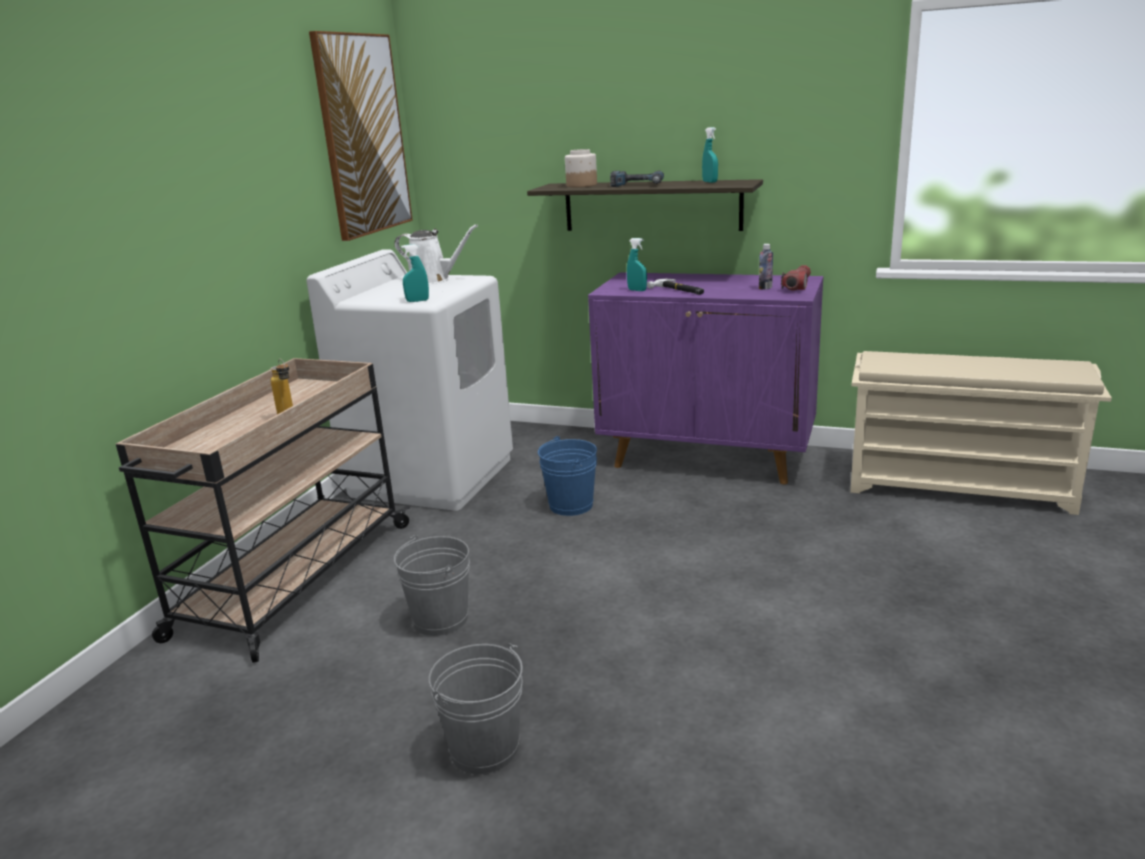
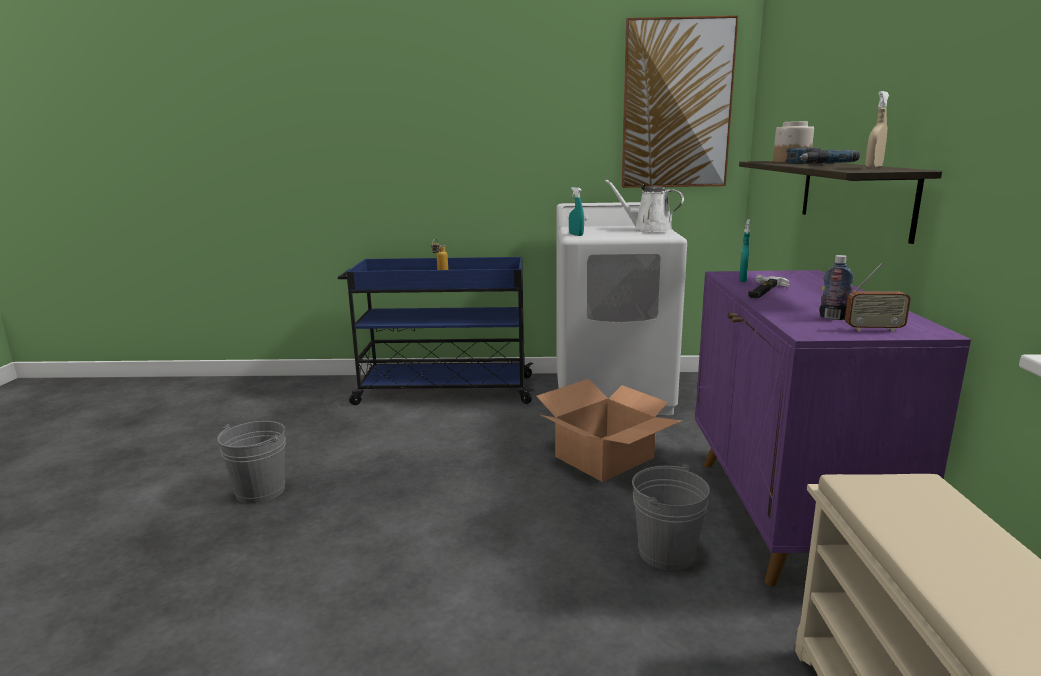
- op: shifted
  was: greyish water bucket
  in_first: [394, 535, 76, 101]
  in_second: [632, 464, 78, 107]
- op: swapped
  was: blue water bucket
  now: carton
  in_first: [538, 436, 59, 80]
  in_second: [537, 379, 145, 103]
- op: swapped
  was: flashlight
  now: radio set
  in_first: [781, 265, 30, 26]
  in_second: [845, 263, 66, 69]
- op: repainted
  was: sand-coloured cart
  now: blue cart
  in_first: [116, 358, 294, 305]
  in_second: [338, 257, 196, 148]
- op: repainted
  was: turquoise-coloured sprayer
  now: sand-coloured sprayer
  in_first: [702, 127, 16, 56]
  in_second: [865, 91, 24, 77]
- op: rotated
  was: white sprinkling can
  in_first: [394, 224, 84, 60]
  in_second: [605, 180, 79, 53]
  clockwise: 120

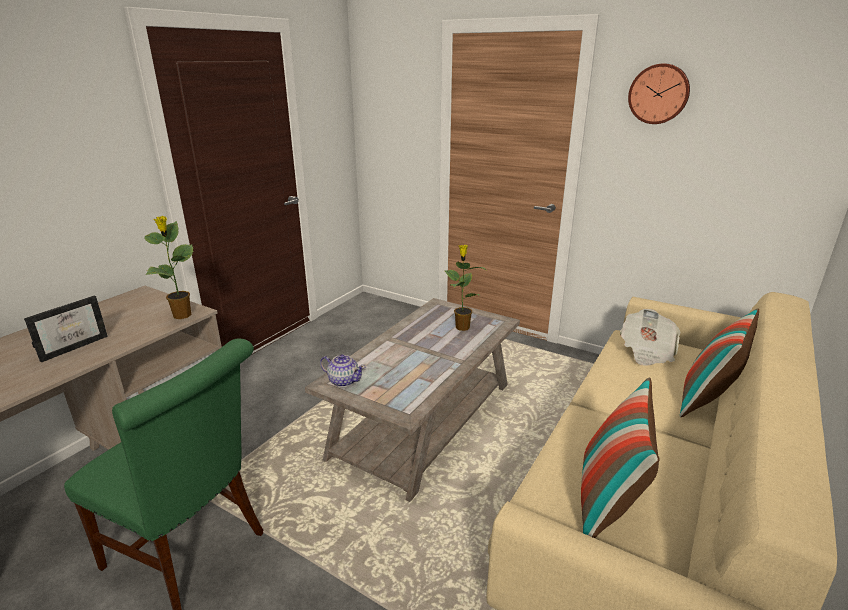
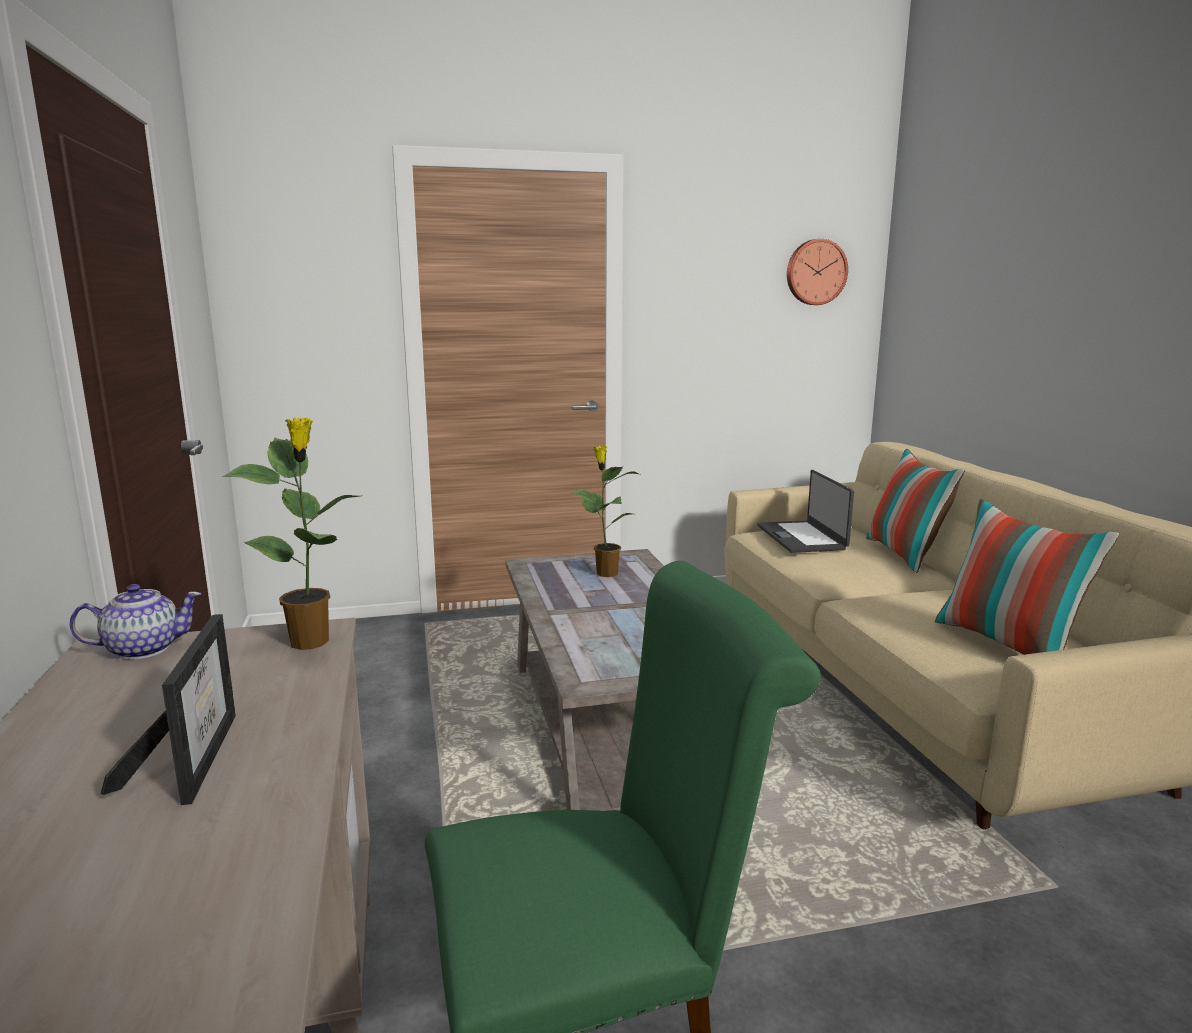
- op: shifted
  was: pot for tea
  in_first: [320, 354, 45, 33]
  in_second: [69, 584, 132, 76]
- op: shifted
  was: wall clock
  in_first: [628, 63, 62, 61]
  in_second: [787, 239, 61, 66]
- op: swapped
  was: daily paper
  now: laptop
  in_first: [620, 309, 60, 57]
  in_second: [758, 470, 96, 83]

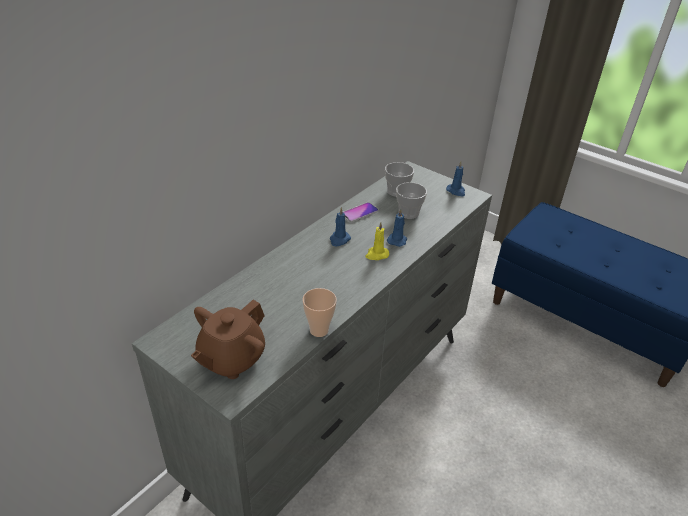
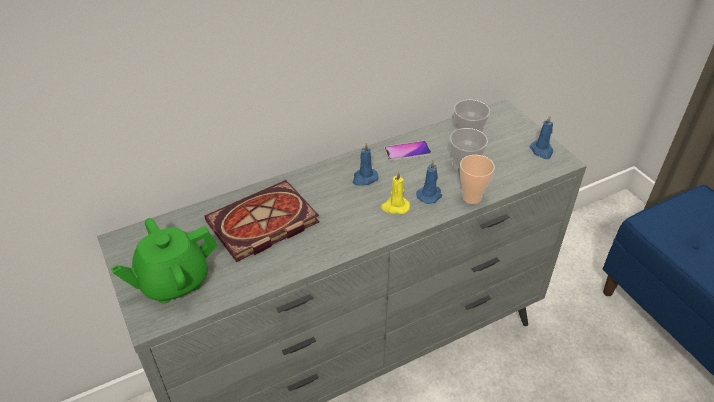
- op: new
  now: bound book
  in_second: [204, 180, 115, 82]
- op: shifted
  was: small cup
  in_first: [302, 288, 35, 49]
  in_second: [460, 155, 35, 49]
- op: repainted
  was: brown-coloured pot for tea
  now: green pot for tea
  in_first: [191, 300, 74, 79]
  in_second: [111, 218, 107, 86]

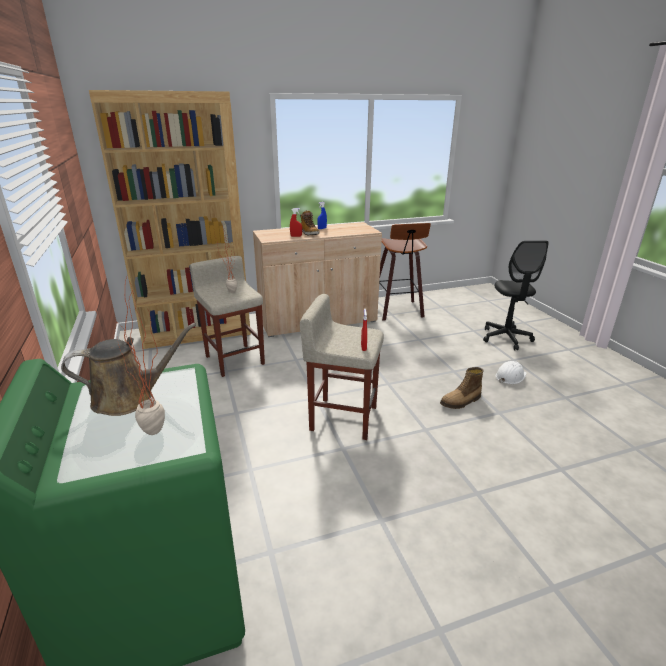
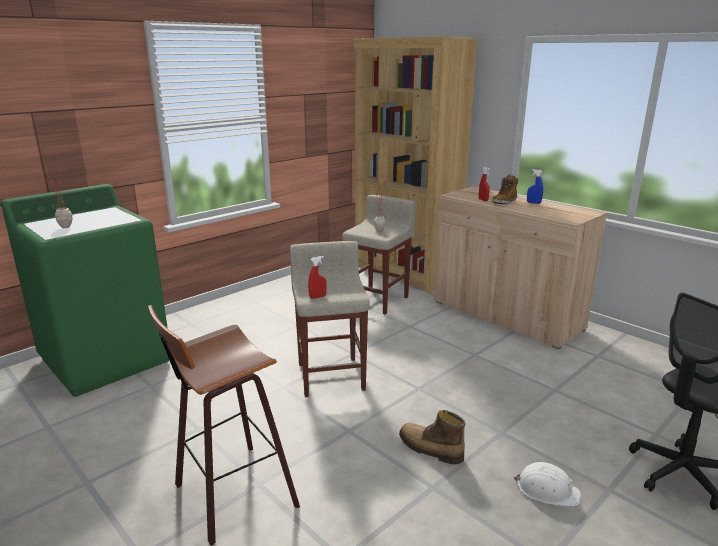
- op: gone
  was: brown-coloured sprinkling can
  in_first: [61, 323, 135, 93]
- op: shifted
  was: sitting stool
  in_first: [379, 223, 52, 98]
  in_second: [148, 305, 152, 241]

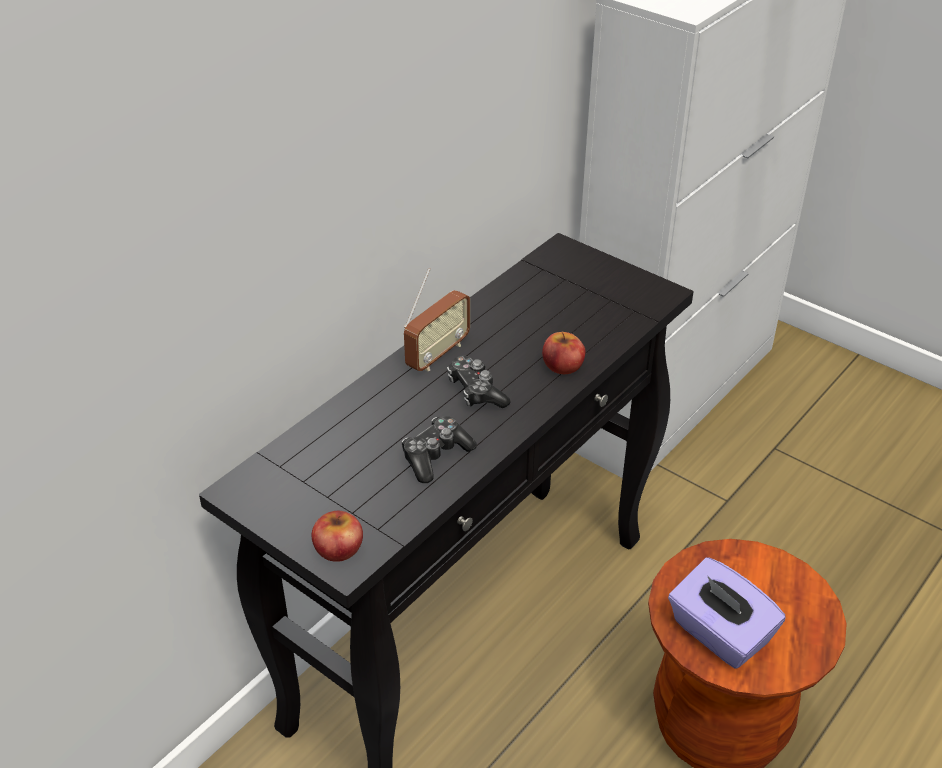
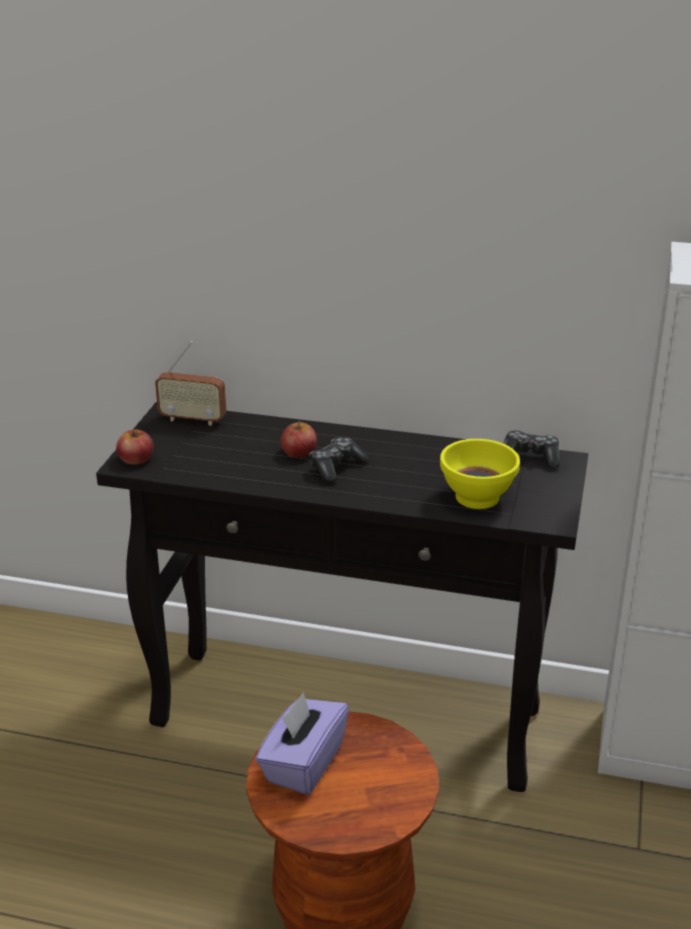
- op: new
  now: yellow serving bowl
  in_second: [440, 439, 80, 70]
- op: shifted
  was: game controller
  in_first: [401, 416, 76, 67]
  in_second: [503, 430, 57, 39]
- op: shifted
  was: radio set
  in_first: [404, 268, 66, 103]
  in_second: [155, 341, 71, 85]
- op: shifted
  was: apple
  in_first: [542, 332, 44, 42]
  in_second: [280, 420, 37, 38]

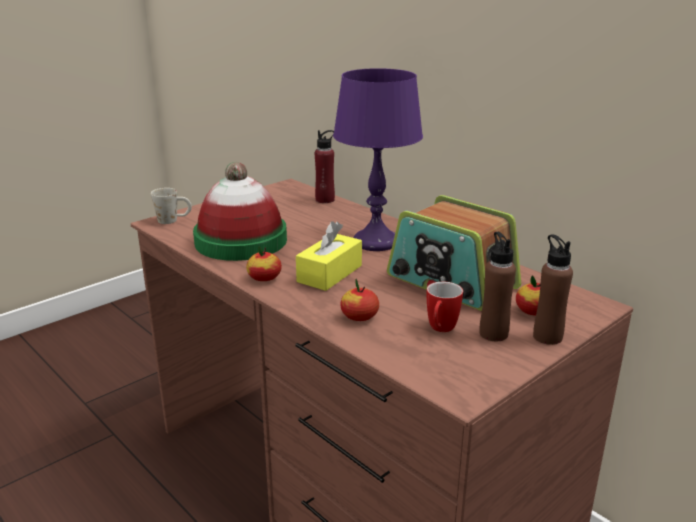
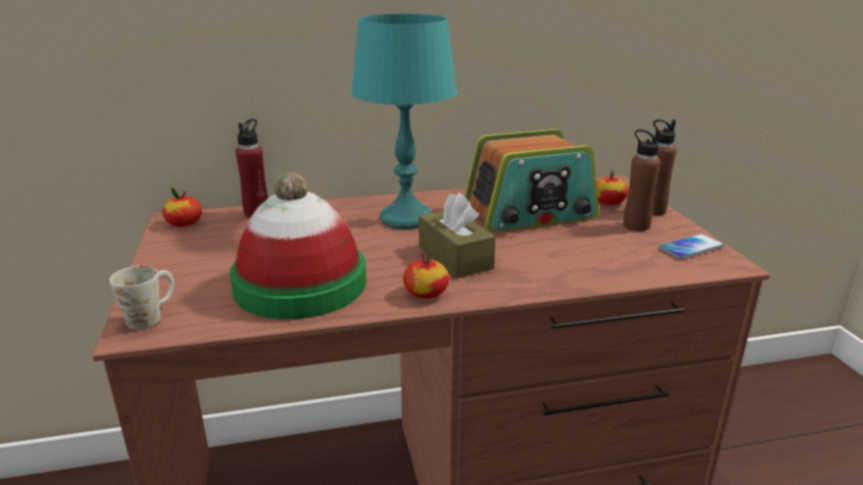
- op: gone
  was: tea mug
  in_first: [427, 282, 36, 50]
- op: new
  now: handset
  in_second: [658, 234, 66, 25]
- op: shifted
  was: apple
  in_first: [340, 279, 39, 42]
  in_second: [163, 188, 39, 39]
- op: repainted
  was: yellow box of tissues
  now: brown-coloured box of tissues
  in_first: [296, 221, 66, 70]
  in_second: [419, 193, 77, 85]
- op: repainted
  was: purplish table lamp
  now: turquoise-coloured table lamp
  in_first: [333, 68, 90, 183]
  in_second: [351, 14, 106, 215]

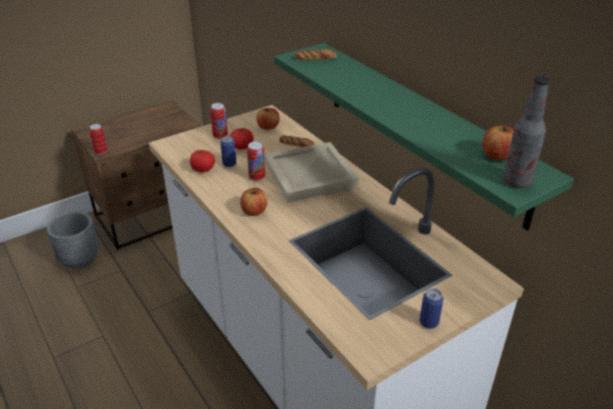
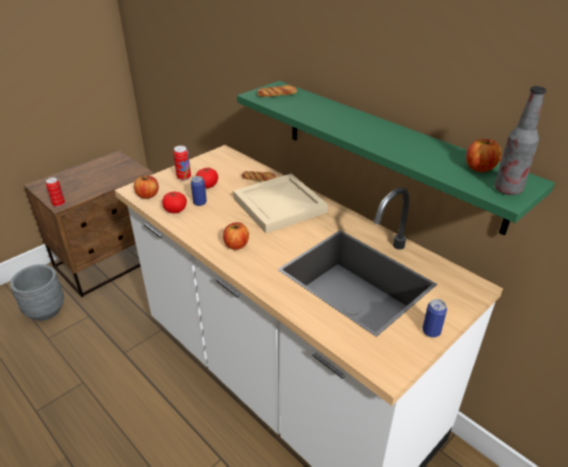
- op: gone
  was: metal can
  in_first: [247, 141, 18, 40]
- op: shifted
  was: apple
  in_first: [256, 108, 24, 22]
  in_second: [134, 176, 25, 23]

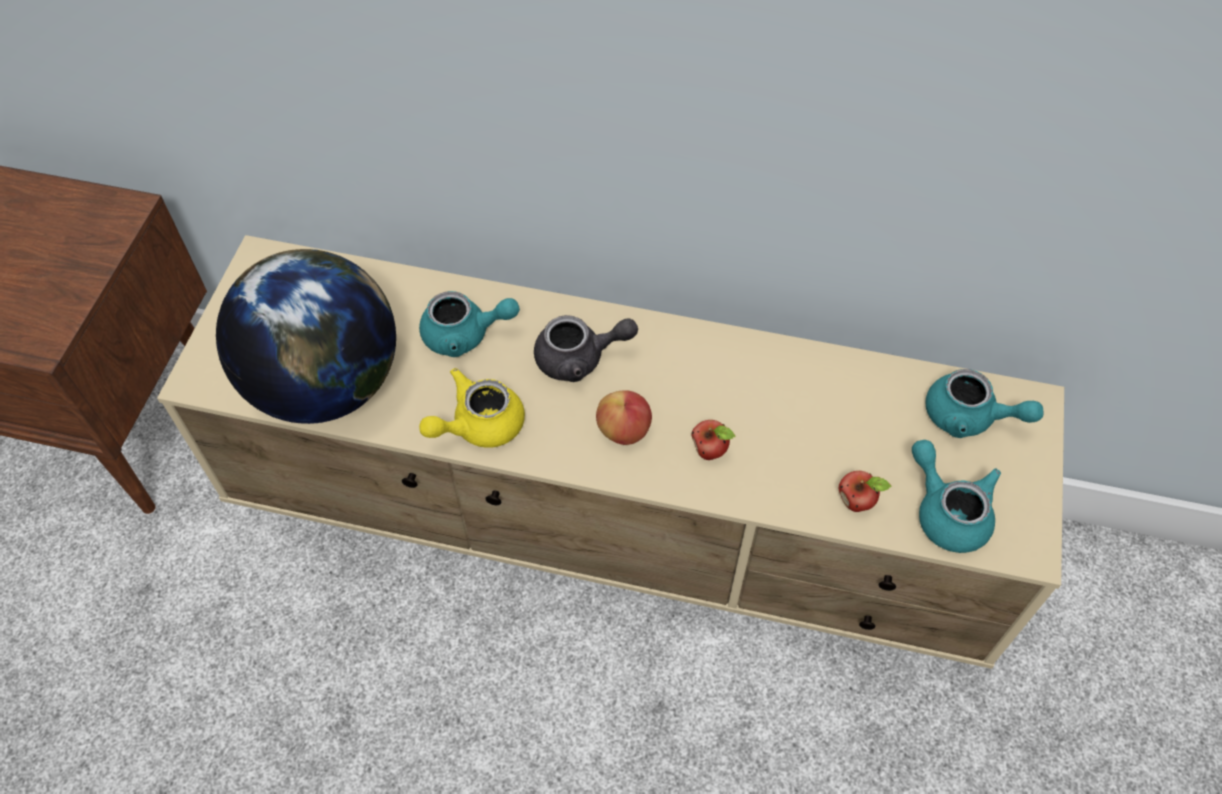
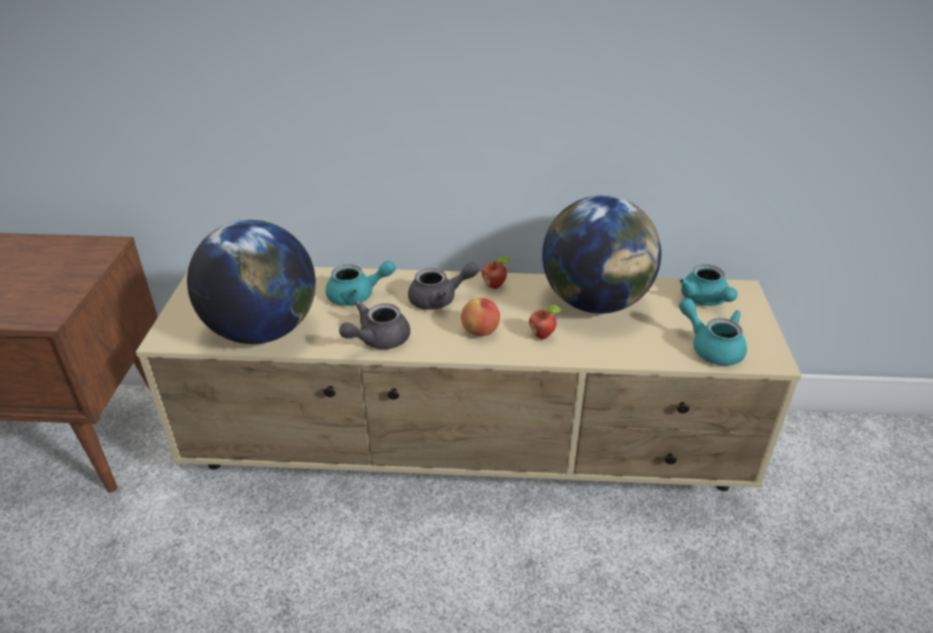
- op: new
  now: globe
  in_second: [542, 195, 119, 118]
- op: shifted
  was: apple
  in_first: [838, 471, 54, 41]
  in_second: [482, 256, 29, 33]
- op: repainted
  was: yellow pot for tea
  now: greyish pot for tea
  in_first: [419, 368, 106, 80]
  in_second: [339, 300, 71, 49]
- op: rotated
  was: turquoise-coloured pot for tea
  in_first: [925, 369, 119, 69]
  in_second: [679, 264, 59, 42]
  clockwise: 60

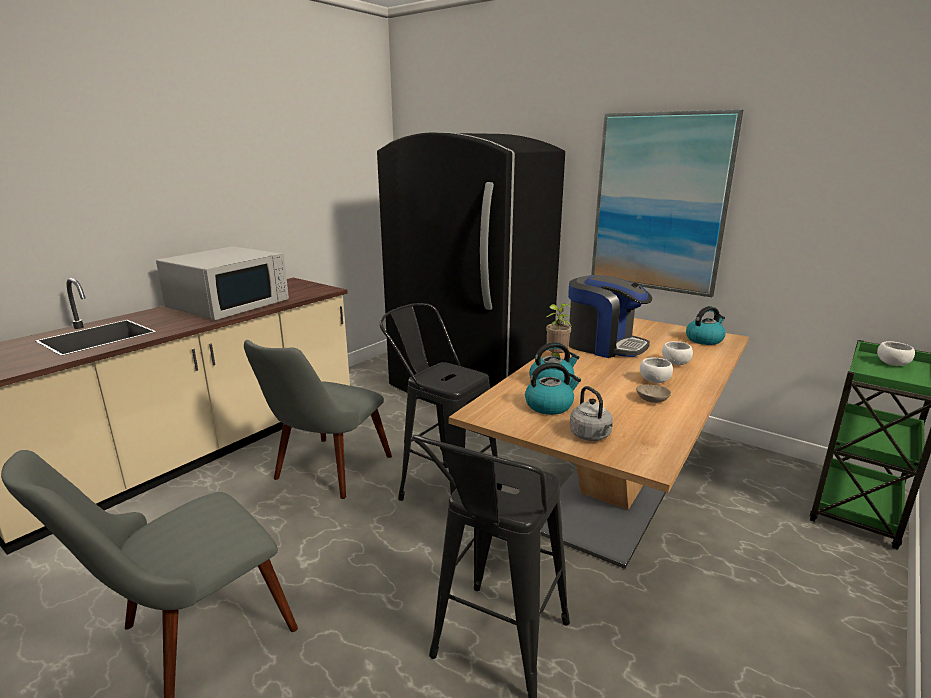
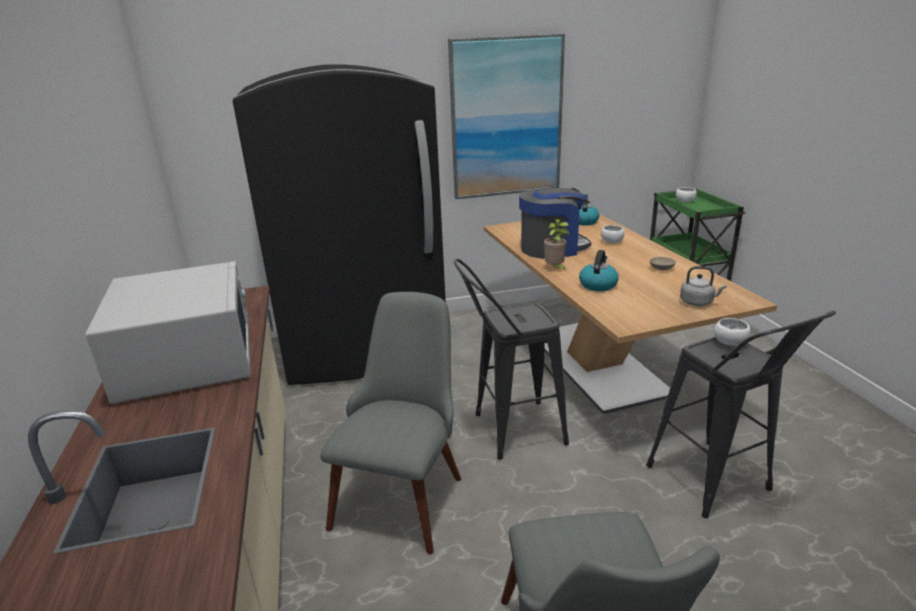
- op: gone
  was: kettle
  in_first: [525, 363, 56, 52]
- op: shifted
  was: white serving bowl
  in_first: [640, 358, 33, 25]
  in_second: [714, 318, 37, 28]
- op: rotated
  was: greyish upright chair
  in_first: [244, 340, 148, 159]
  in_second: [320, 292, 141, 262]
  clockwise: -135

